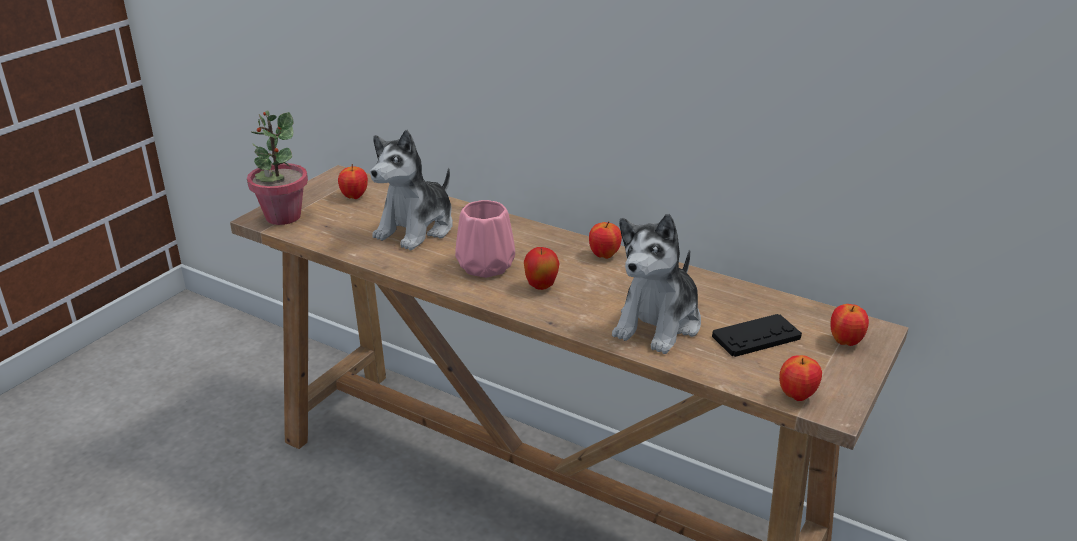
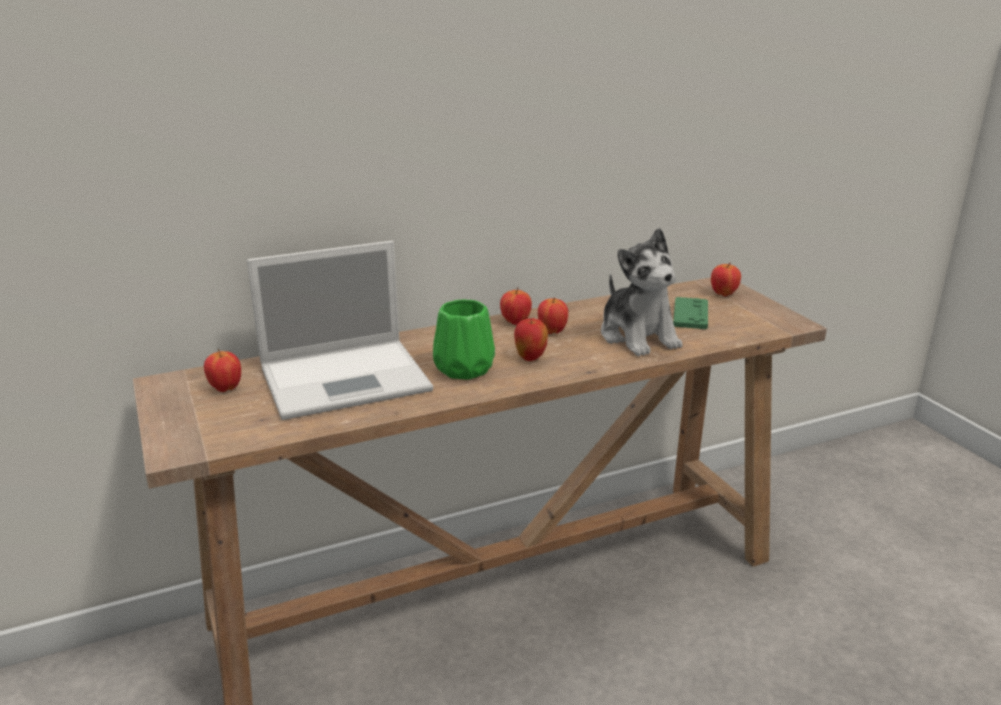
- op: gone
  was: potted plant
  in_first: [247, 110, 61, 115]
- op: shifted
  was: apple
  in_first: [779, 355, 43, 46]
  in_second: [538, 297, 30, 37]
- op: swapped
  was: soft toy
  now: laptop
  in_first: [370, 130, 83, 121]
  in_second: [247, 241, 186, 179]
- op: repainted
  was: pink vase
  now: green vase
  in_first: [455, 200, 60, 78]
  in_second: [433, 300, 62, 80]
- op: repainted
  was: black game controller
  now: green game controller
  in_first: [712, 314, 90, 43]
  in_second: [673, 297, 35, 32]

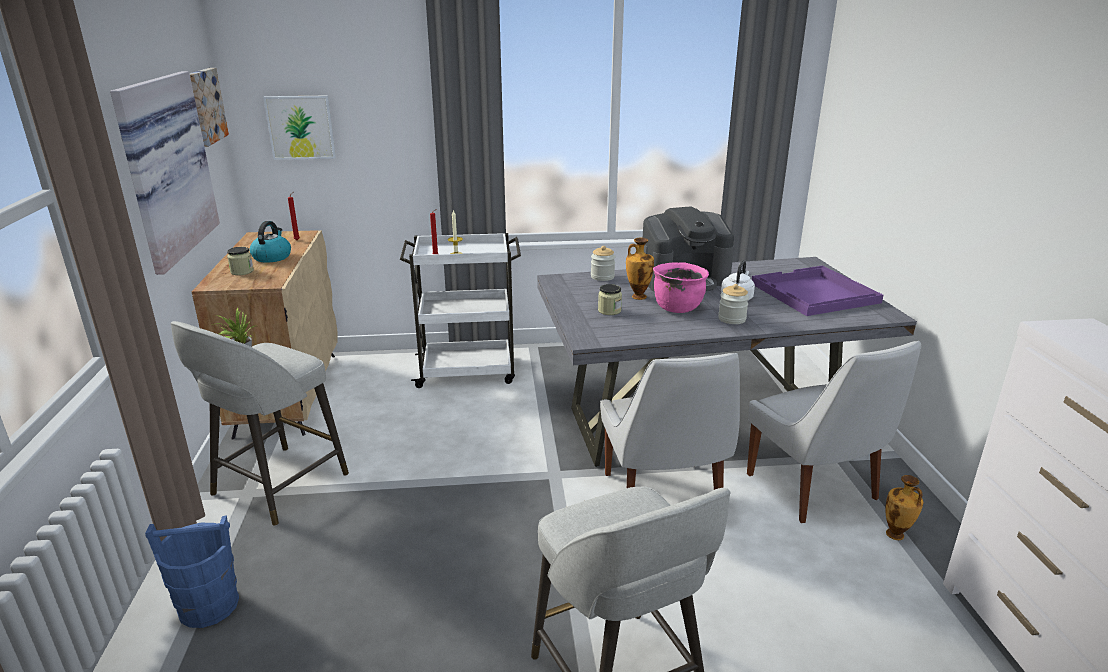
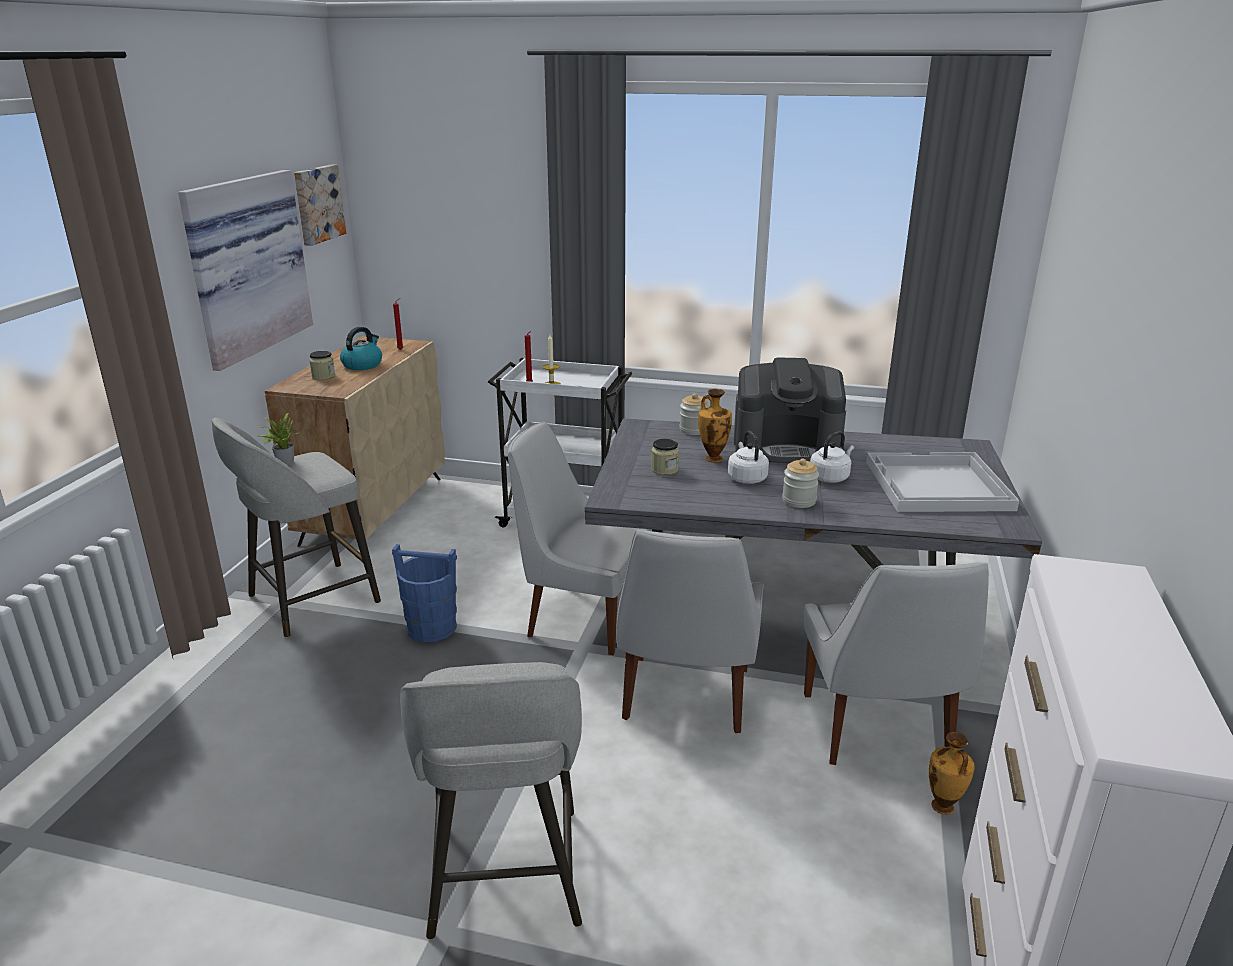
- op: gone
  was: wall art
  in_first: [263, 95, 73, 65]
- op: new
  now: white upright chair
  in_second: [508, 422, 144, 233]
- op: shifted
  was: blue water bucket
  in_first: [145, 515, 94, 113]
  in_second: [392, 544, 65, 98]
- op: swapped
  was: pink stockpot
  now: white kettle
  in_first: [653, 262, 56, 51]
  in_second: [728, 431, 41, 53]
- op: repainted
  was: purplish carrying tray
  now: white carrying tray
  in_first: [752, 266, 131, 50]
  in_second: [866, 452, 153, 60]

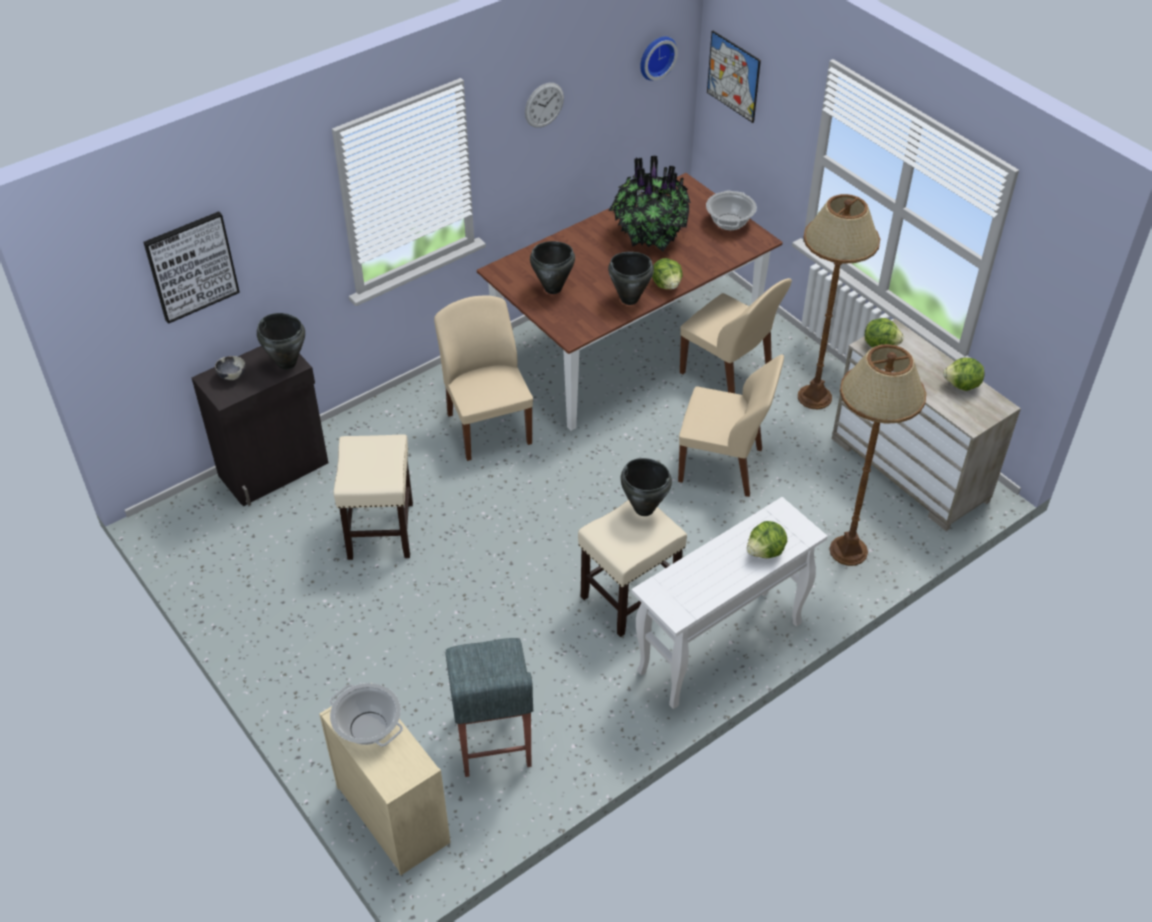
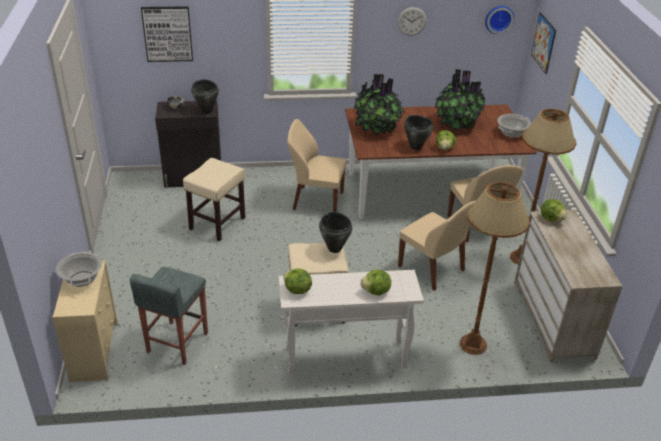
- op: shifted
  was: head of lettuce
  in_first: [943, 358, 42, 33]
  in_second: [283, 268, 29, 26]
- op: swapped
  was: black stockpot
  now: potted plant
  in_first: [530, 241, 45, 53]
  in_second: [354, 74, 51, 62]
- op: rotated
  was: sand-coloured upright chair
  in_first: [434, 295, 99, 166]
  in_second: [287, 119, 59, 93]
  clockwise: -90

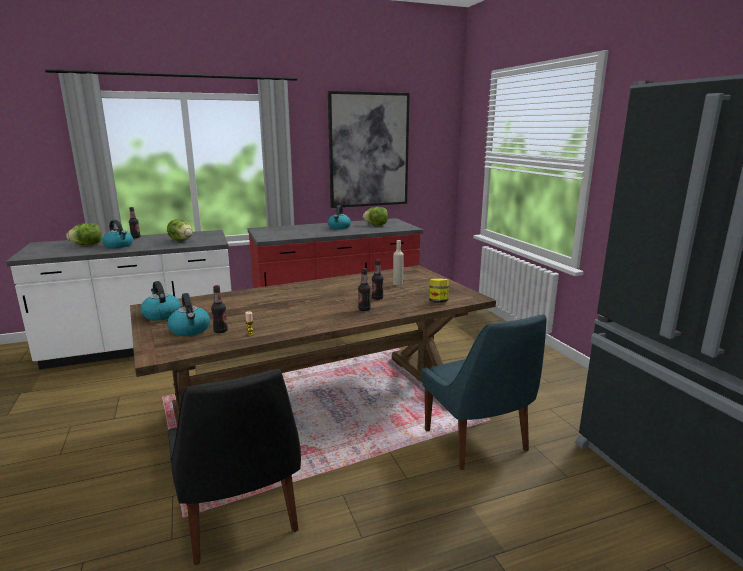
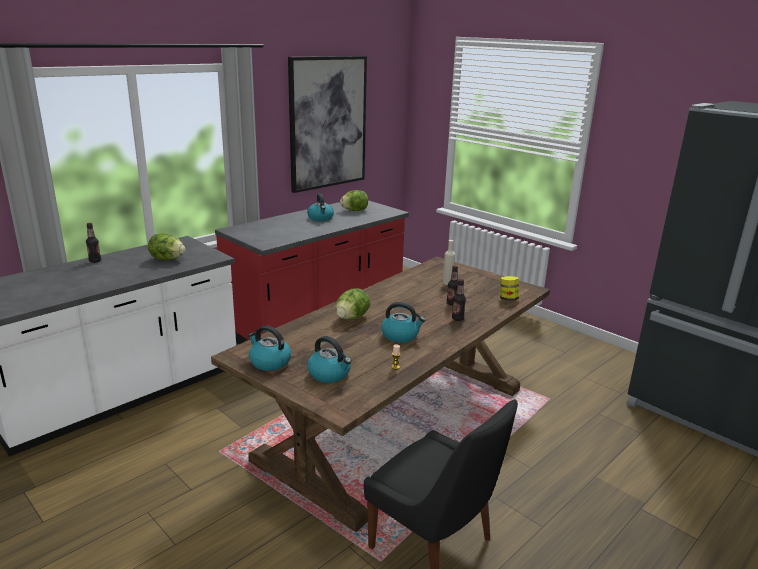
- op: gone
  was: beverage bottle
  in_first: [211, 285, 17, 48]
- op: gone
  was: blue upright chair
  in_first: [421, 314, 126, 156]
- op: shifted
  was: head of lettuce
  in_first: [66, 223, 36, 22]
  in_second: [336, 289, 34, 31]
- op: shifted
  was: kettle
  in_first: [102, 220, 31, 28]
  in_second: [381, 302, 44, 41]

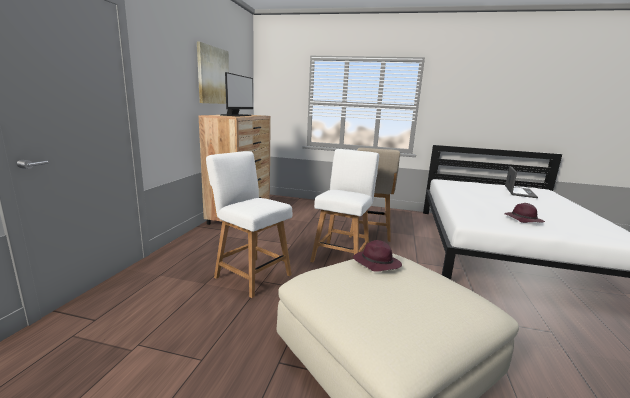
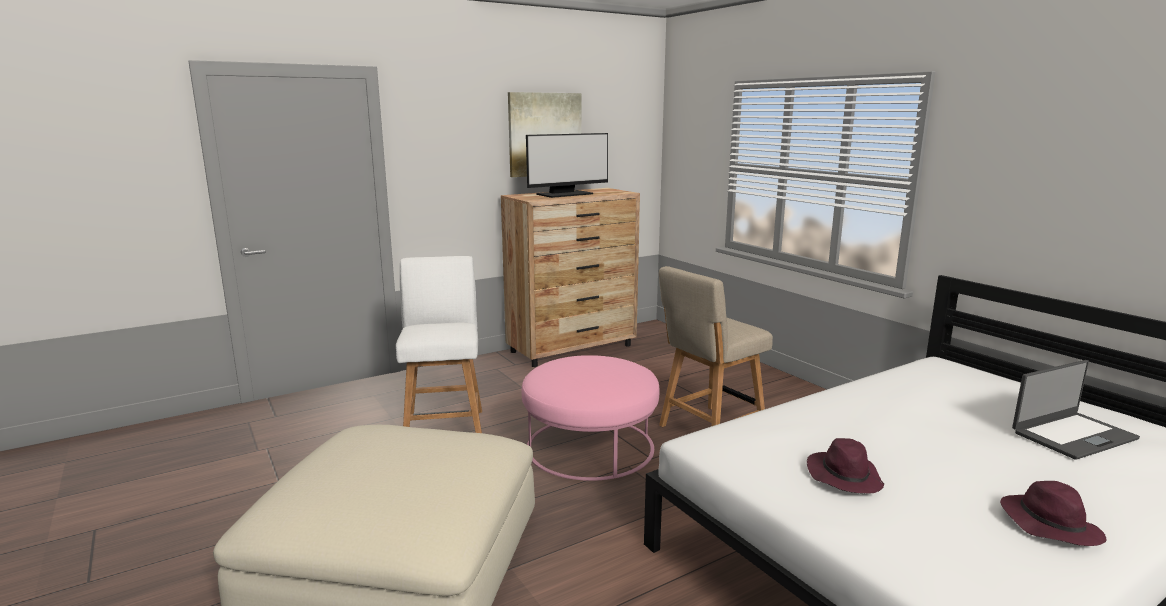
- op: shifted
  was: purplish wearable hat
  in_first: [353, 240, 49, 32]
  in_second: [1000, 481, 106, 65]
- op: swapped
  was: white upright chair
  now: pink footrest
  in_first: [310, 149, 69, 113]
  in_second: [522, 355, 137, 126]

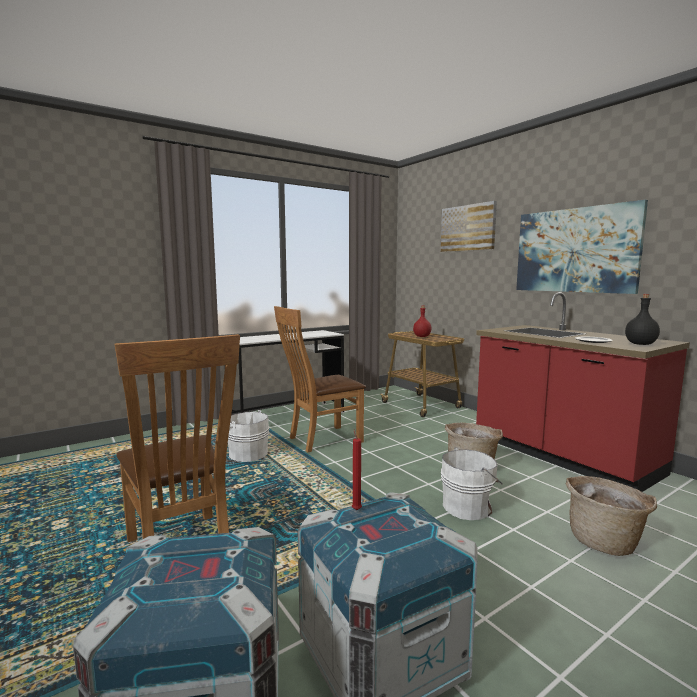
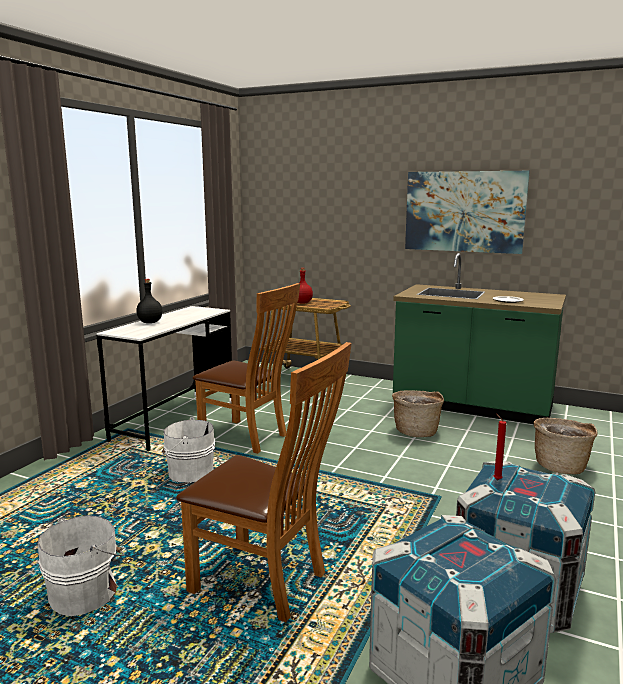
- op: gone
  was: wall art
  in_first: [441, 201, 56, 51]
- op: shifted
  was: white water bucket
  in_first: [441, 447, 62, 73]
  in_second: [37, 515, 88, 101]
- op: shifted
  was: black beverage bottle
  in_first: [625, 294, 35, 51]
  in_second: [136, 279, 26, 44]
- op: repainted
  was: red-coloured kitchen counter
  now: green kitchen counter
  in_first: [476, 292, 214, 200]
  in_second: [393, 253, 173, 171]
- op: rotated
  was: brown-coloured upright chair
  in_first: [274, 306, 92, 146]
  in_second: [193, 283, 107, 171]
  clockwise: -90

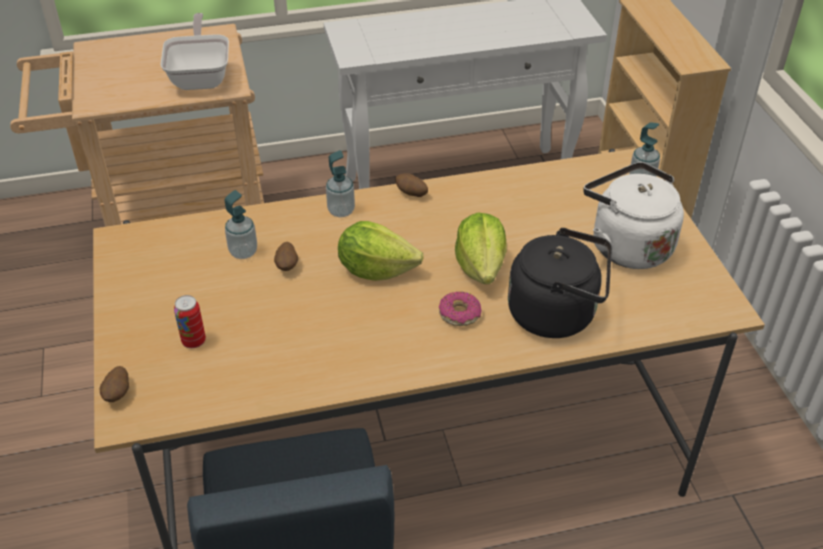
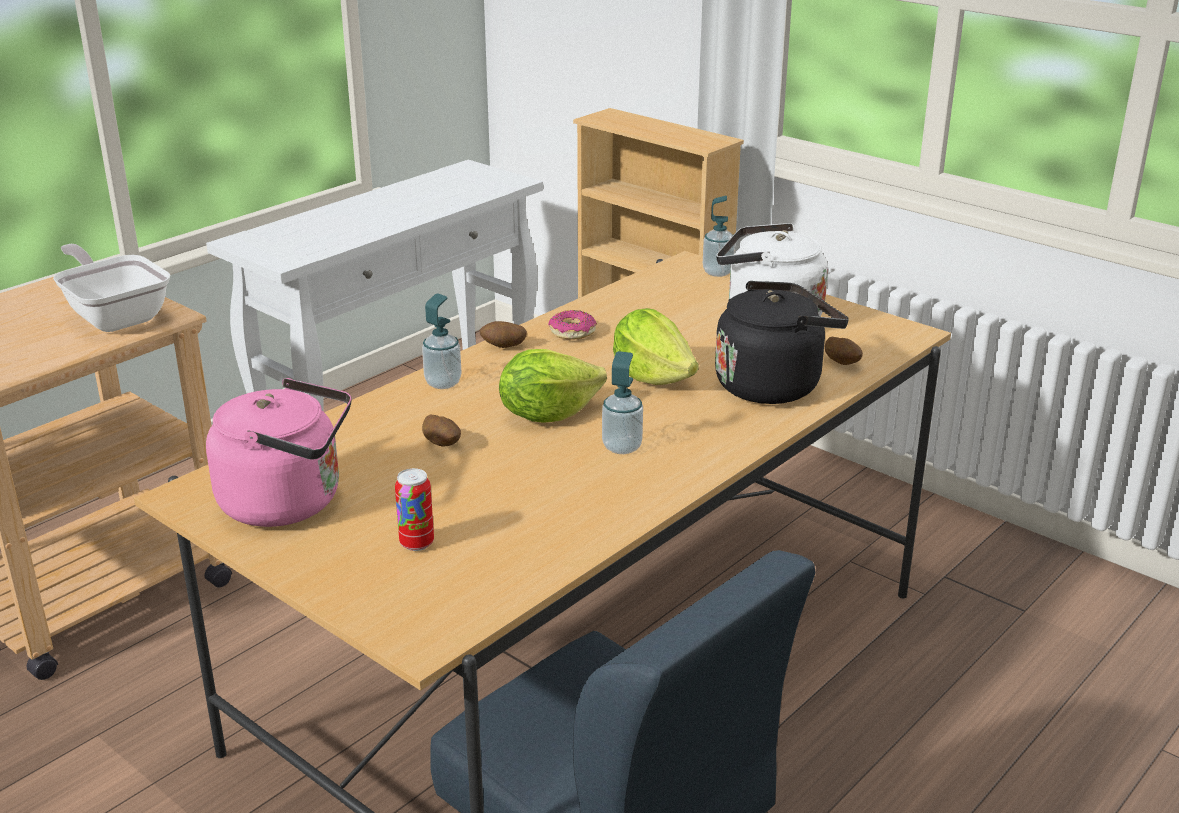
- op: new
  now: pink kettle
  in_second: [206, 378, 146, 149]
- op: shifted
  was: spud
  in_first: [100, 366, 29, 36]
  in_second: [825, 337, 38, 28]
- op: shifted
  was: soap bottle
  in_first: [225, 190, 32, 69]
  in_second: [602, 351, 41, 103]
- op: shifted
  was: doughnut
  in_first: [439, 292, 43, 34]
  in_second: [548, 310, 49, 30]

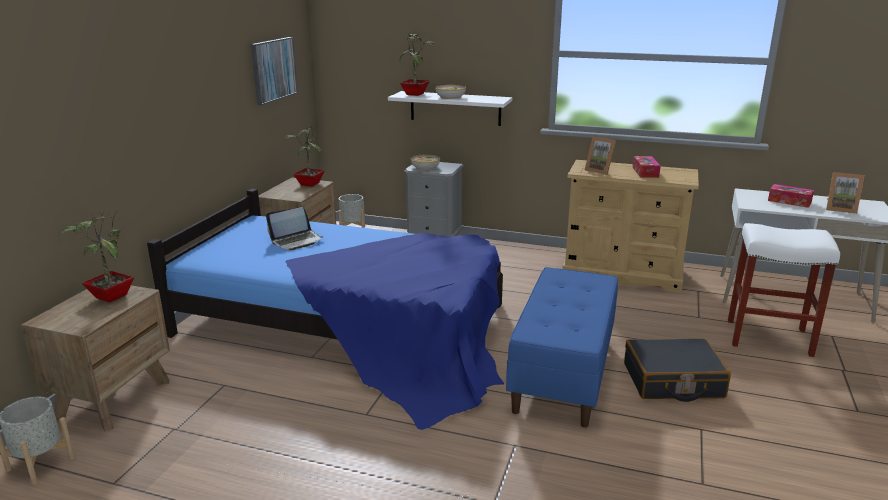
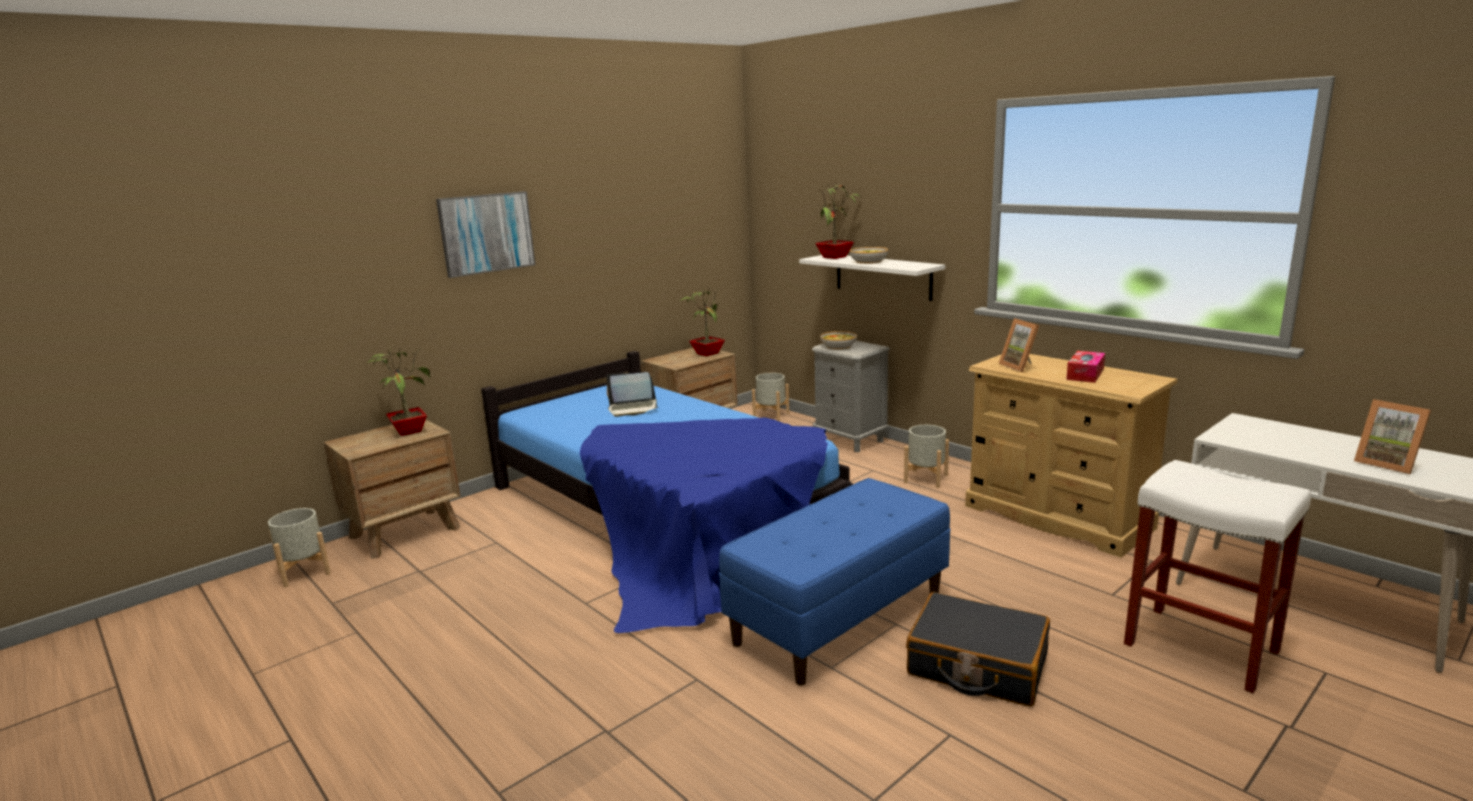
- op: gone
  was: box of tissues
  in_first: [768, 184, 46, 24]
- op: new
  now: greyish flower pot
  in_second: [904, 425, 45, 63]
- op: shifted
  was: wall art
  in_first: [251, 37, 47, 68]
  in_second: [436, 191, 99, 87]

